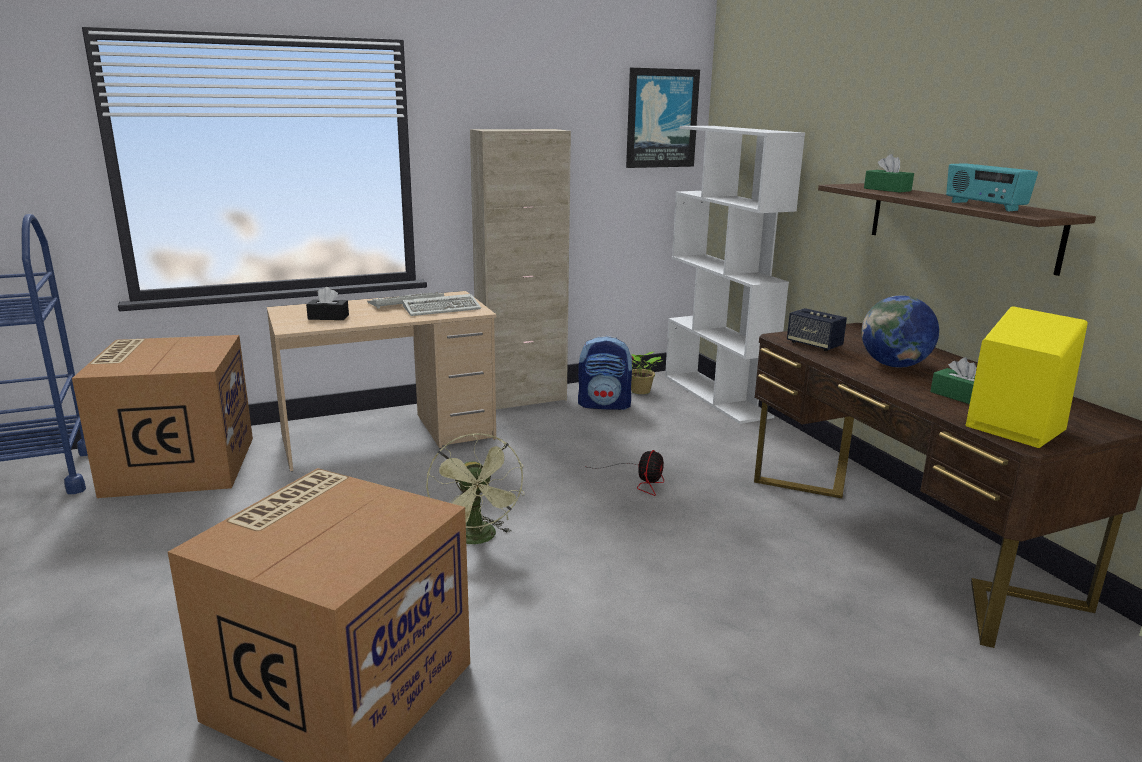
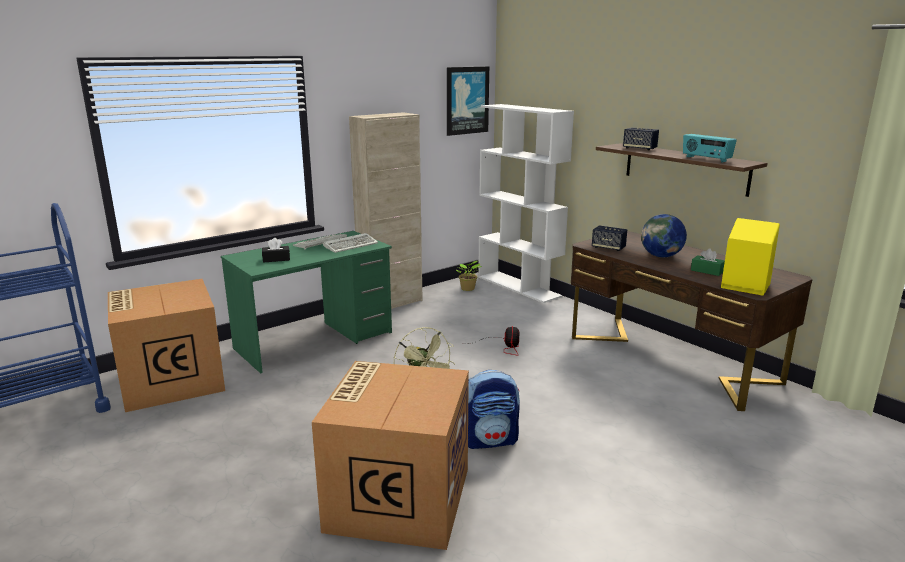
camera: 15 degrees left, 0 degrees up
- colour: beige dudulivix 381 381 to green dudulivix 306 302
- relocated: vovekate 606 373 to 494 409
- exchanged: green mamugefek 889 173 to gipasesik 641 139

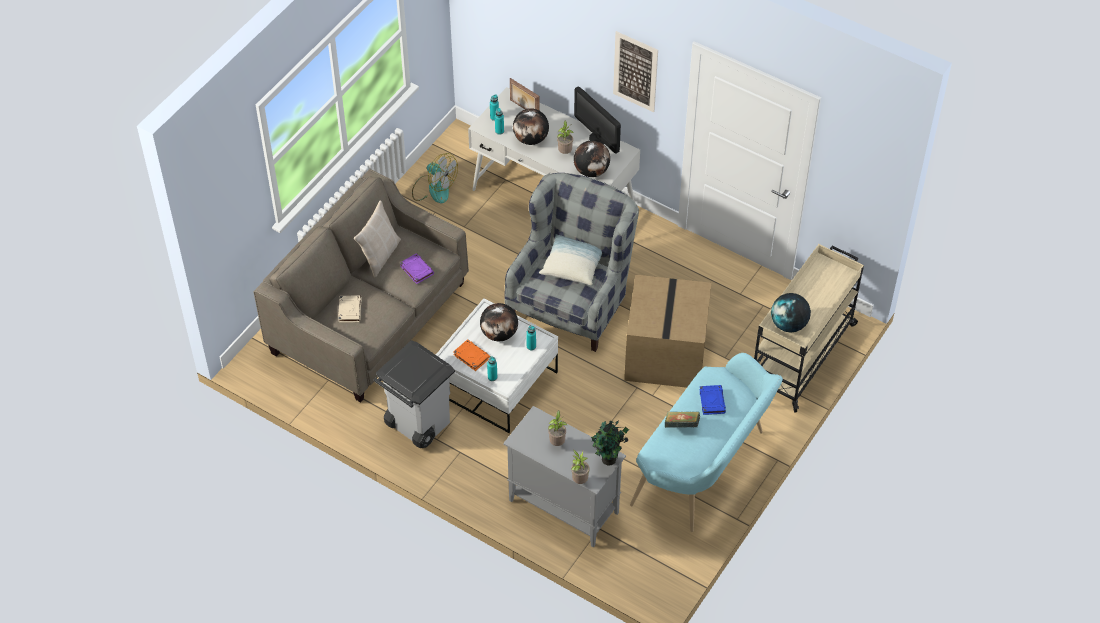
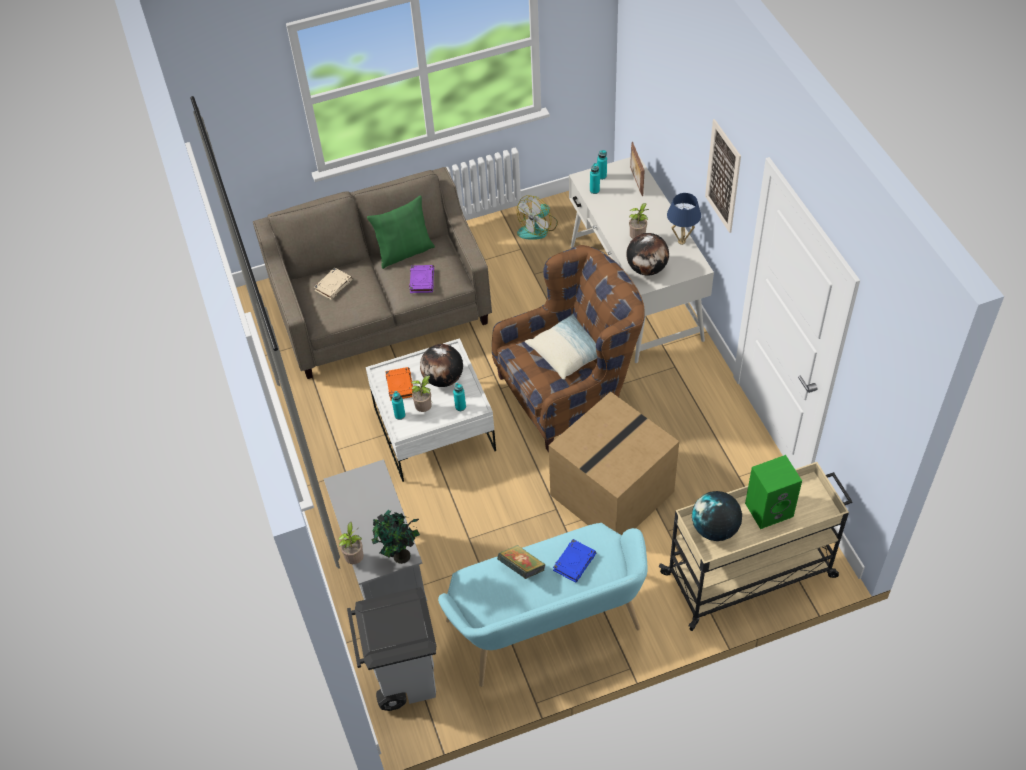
camera: 40 degrees right, 0 degrees up
- colour: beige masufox 377 239 to green masufox 401 232
- relocated: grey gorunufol 414 394 to 391 649
- spun: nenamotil 435 178 = 537 217 60 degrees clockwise
- colour: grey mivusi 572 262 to brown mivusi 568 348
- missing: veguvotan 531 126
- relocated: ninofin 557 428 to 421 393
- exchanged: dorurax 597 120 to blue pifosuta 684 219
- appeared: green gipasesik 773 492

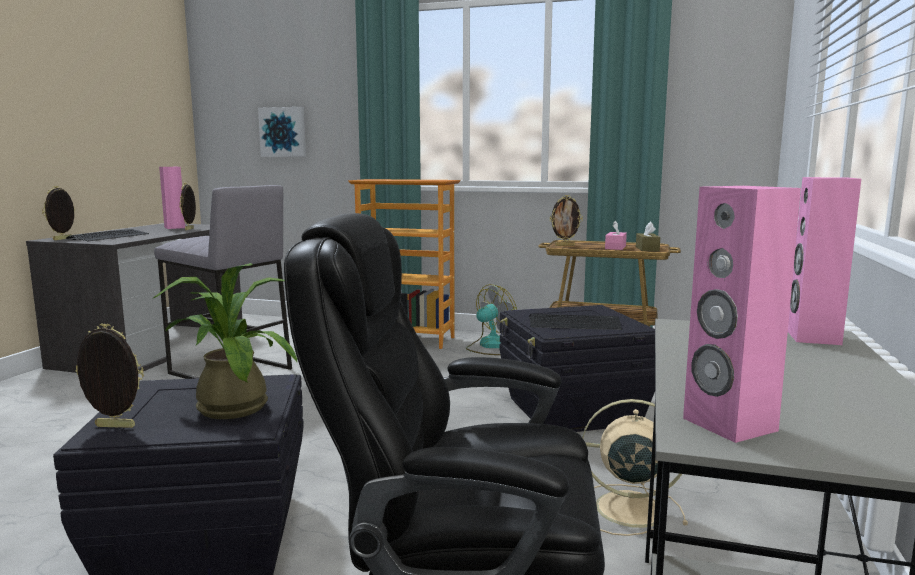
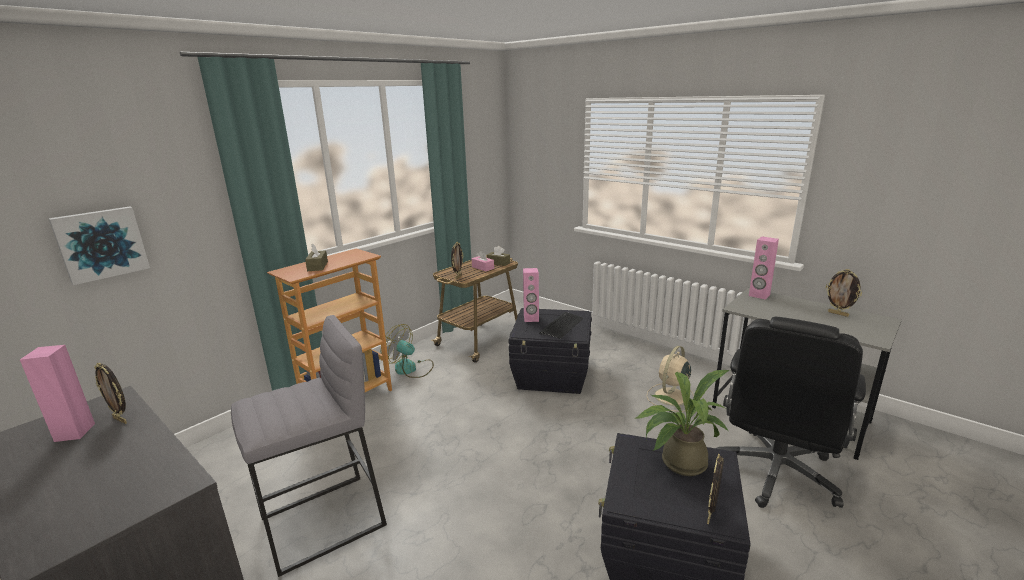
camera: 65 degrees left, 10 degrees up
- relocated: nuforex 58 213 to 844 293
- missing: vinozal 107 235
- spun: nenamotil 491 319 = 407 351 45 degrees counterclockwise
- relocated: pink gipasesik 742 314 to 531 295
- appeared: brown mamugefek 316 257

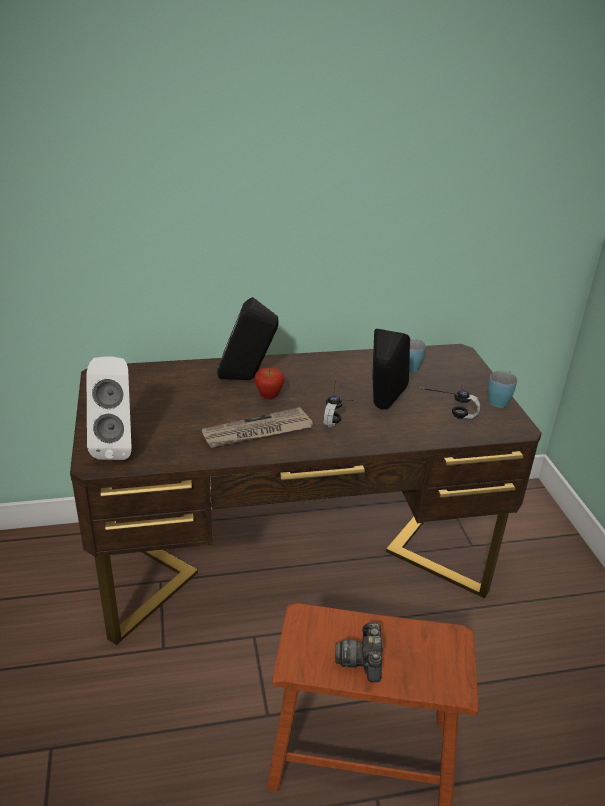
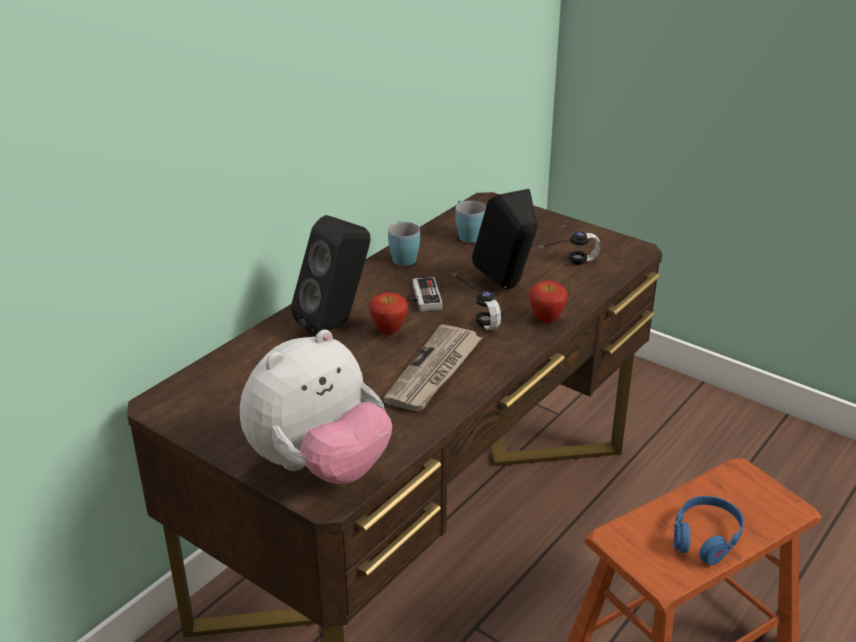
camera: 40 degrees left, 0 degrees up
- exchanged: white gipasesik 109 408 to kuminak 316 407
- exchanged: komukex 359 652 to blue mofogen 708 530
- relocated: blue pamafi 502 389 to 404 243
- appeared: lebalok 424 294
- appeared: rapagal 548 301

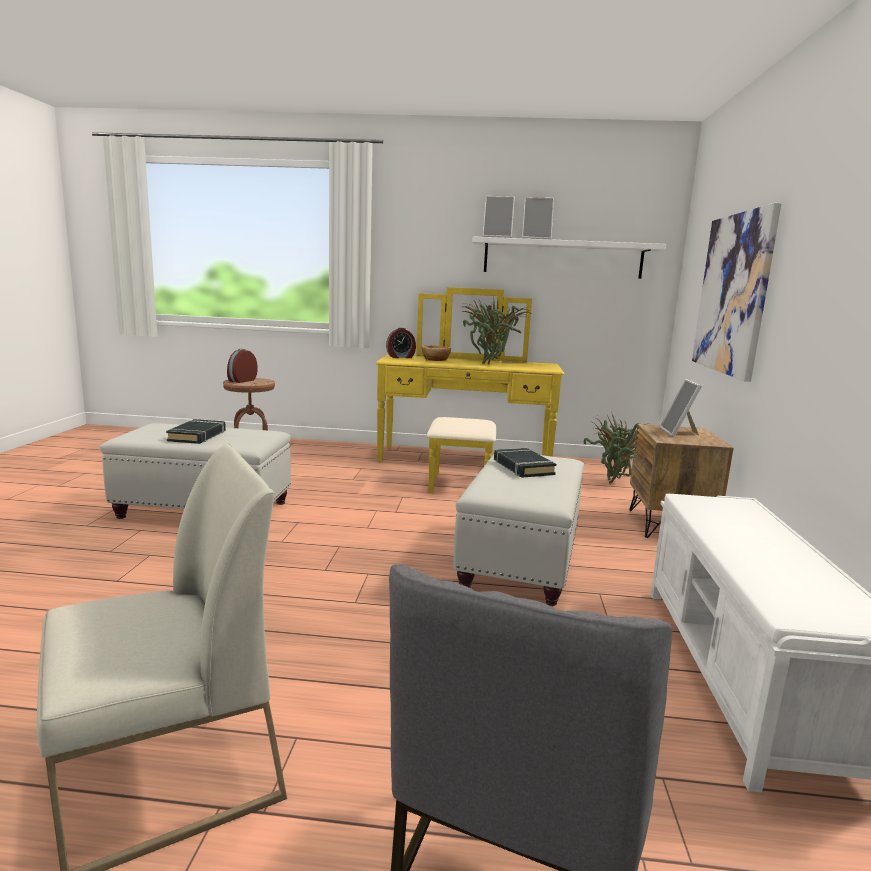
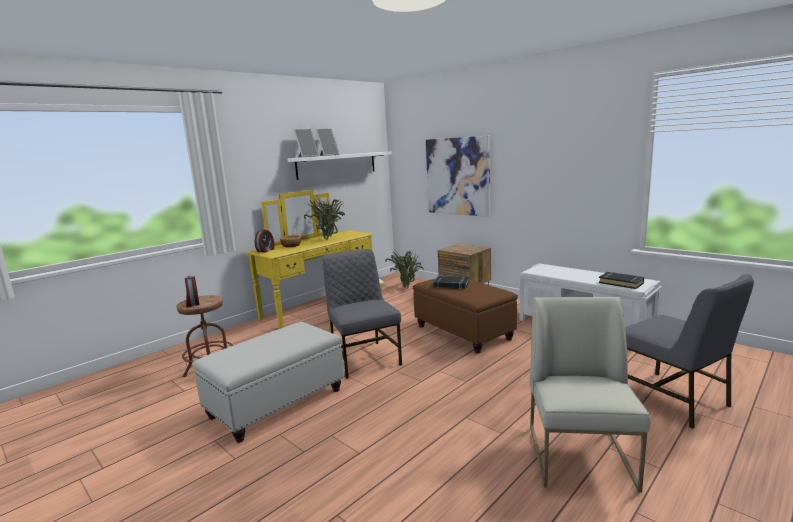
camera: 50 degrees left, 0 degrees up
- relocated: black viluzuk 196 431 to 621 280
- colour: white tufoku 518 530 to brown tufoku 465 314
- missing: nuforex 681 408
- appeared: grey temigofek 362 314

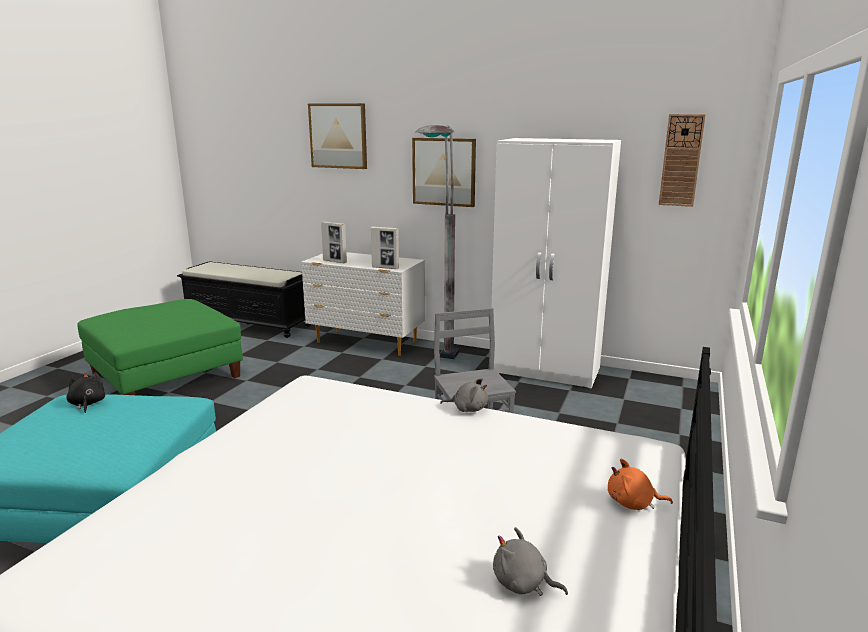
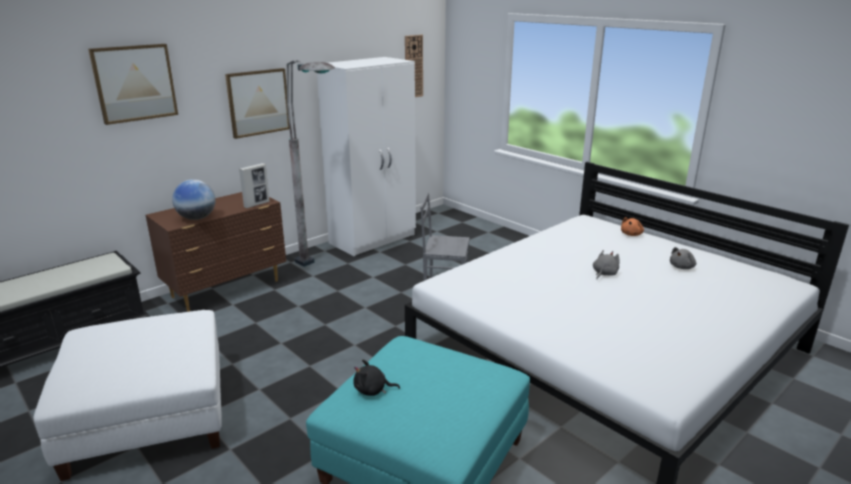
camera: 65 degrees left, 5 degrees up
- colour: green tufoku 160 347 to white tufoku 127 395
- colour: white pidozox 363 304 to brown pidozox 216 252
- exchanged: nuforex 334 242 to veguvotan 194 199
- relocated: grey kuminak 464 395 to 606 264

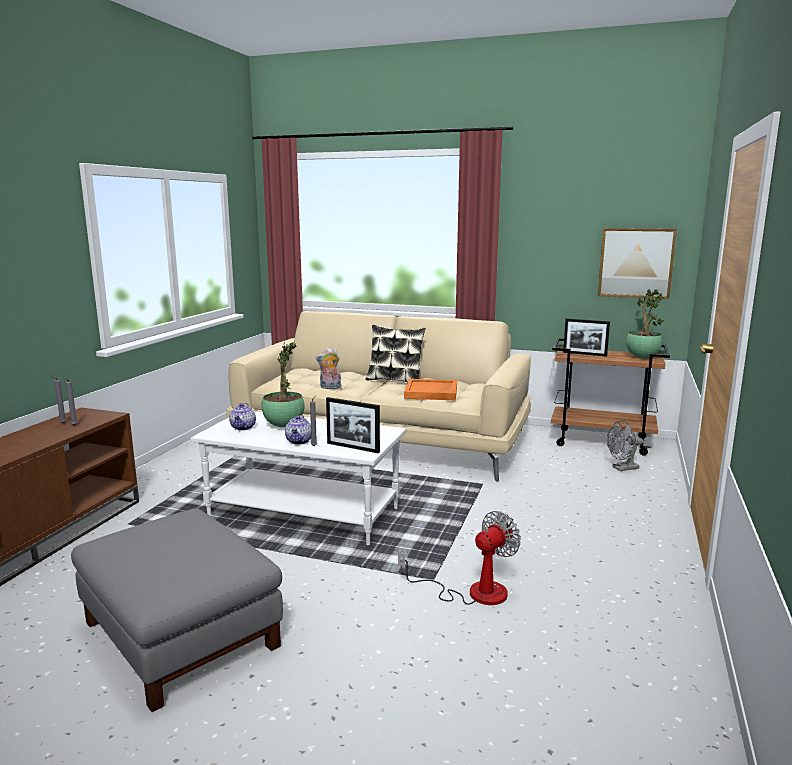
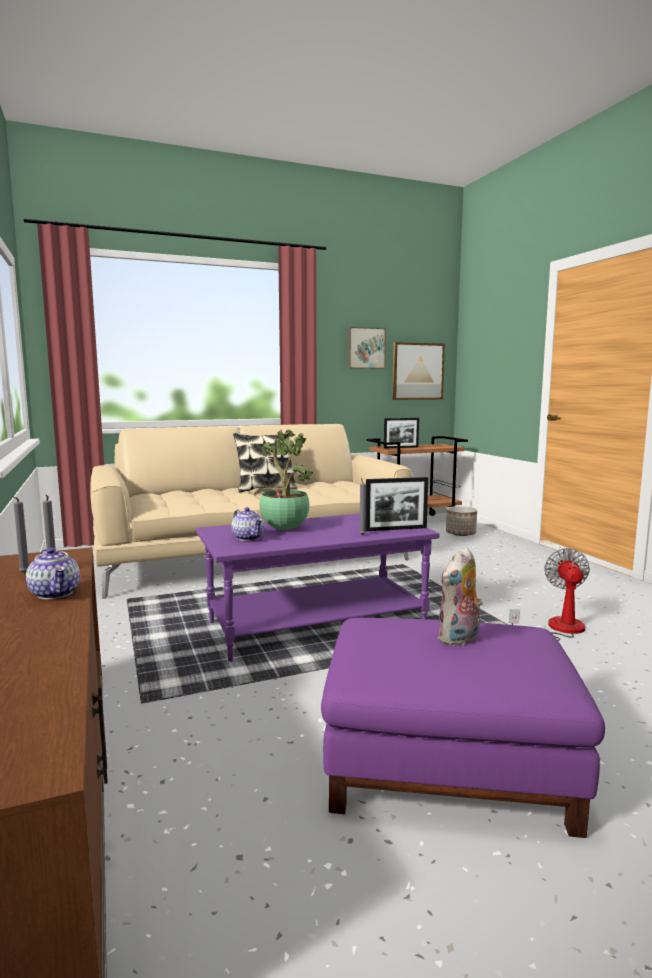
camera: 40 degrees left, 5 degrees down
- colour: grey tufoku 177 610 to purple tufoku 463 728
- colour: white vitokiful 299 478 to purple vitokiful 318 588
- relocated: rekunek 298 429 to 53 573
- relocated: kuminak 329 368 to 459 597
- missing: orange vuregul 430 389
- exchanged: grey nenamotil 625 445 to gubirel 461 521
- missing: ninofin 645 323
- appeared: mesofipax 366 348

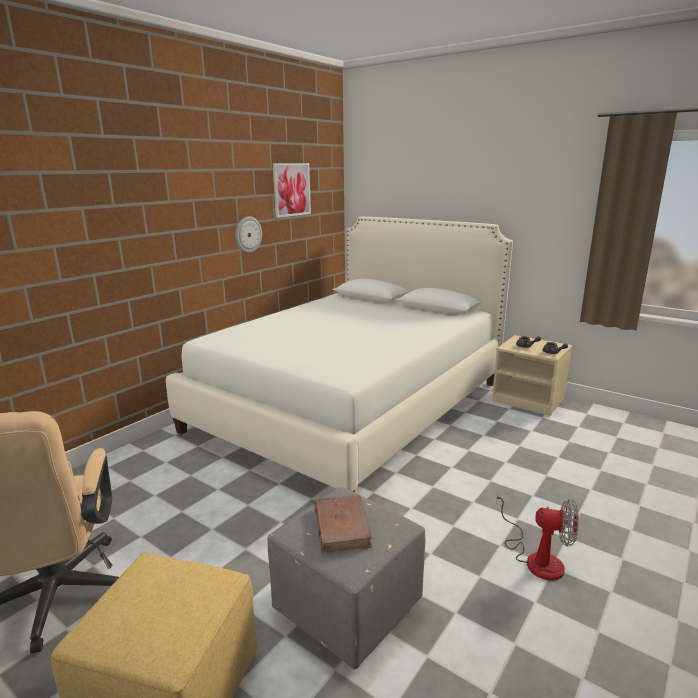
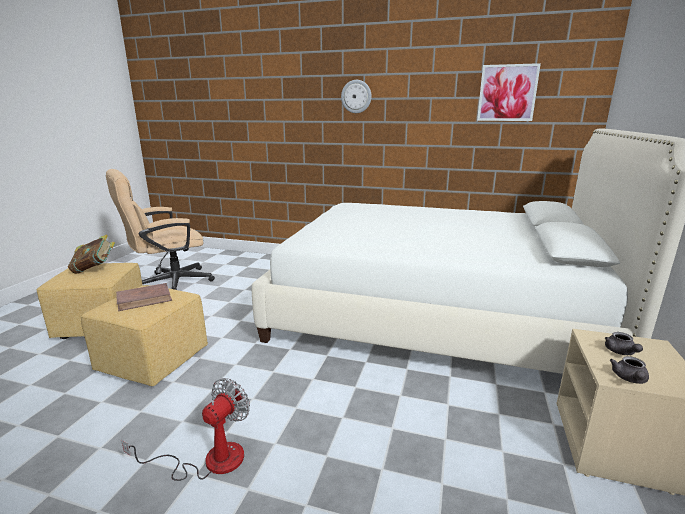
camera: 70 degrees right, 0 degrees up
- relocated: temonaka 248 235 to 356 96
- colour: grey tufoku 346 578 to yellow tufoku 144 335
- spun: nenamotil 537 535 = 185 429 150 degrees counterclockwise
- appeared: viluzuk 91 254

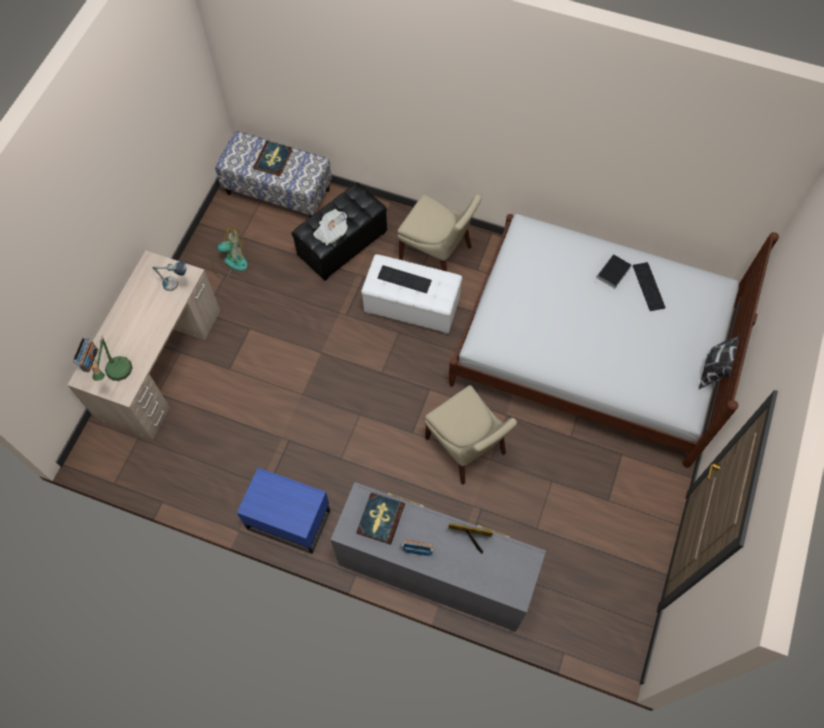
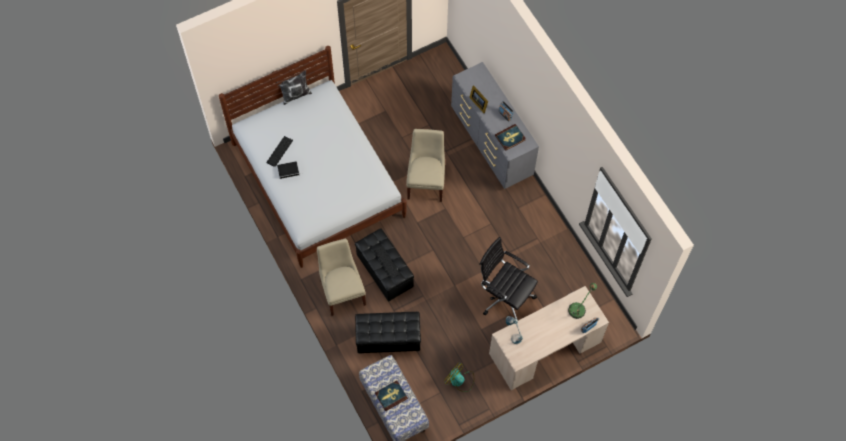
camera: 140 degrees left, 0 degrees up
- missing: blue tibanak 283 511
- missing: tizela 331 227
- colour: white tufoku 411 294 to black tufoku 384 265
- appeared: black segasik 508 278

